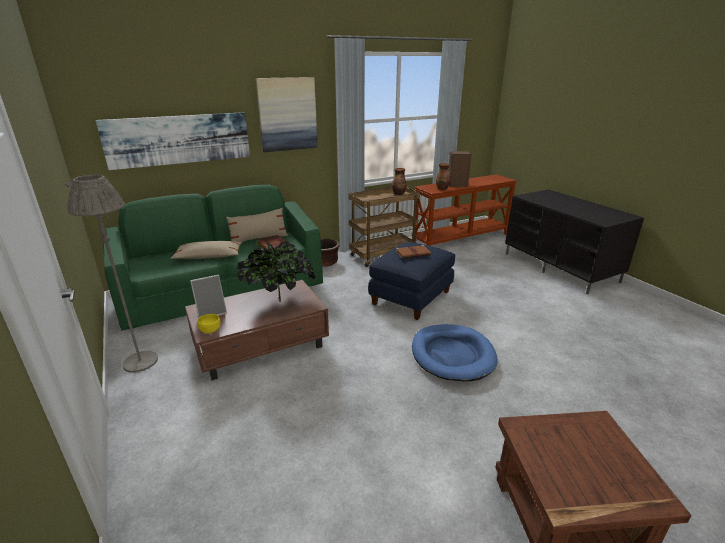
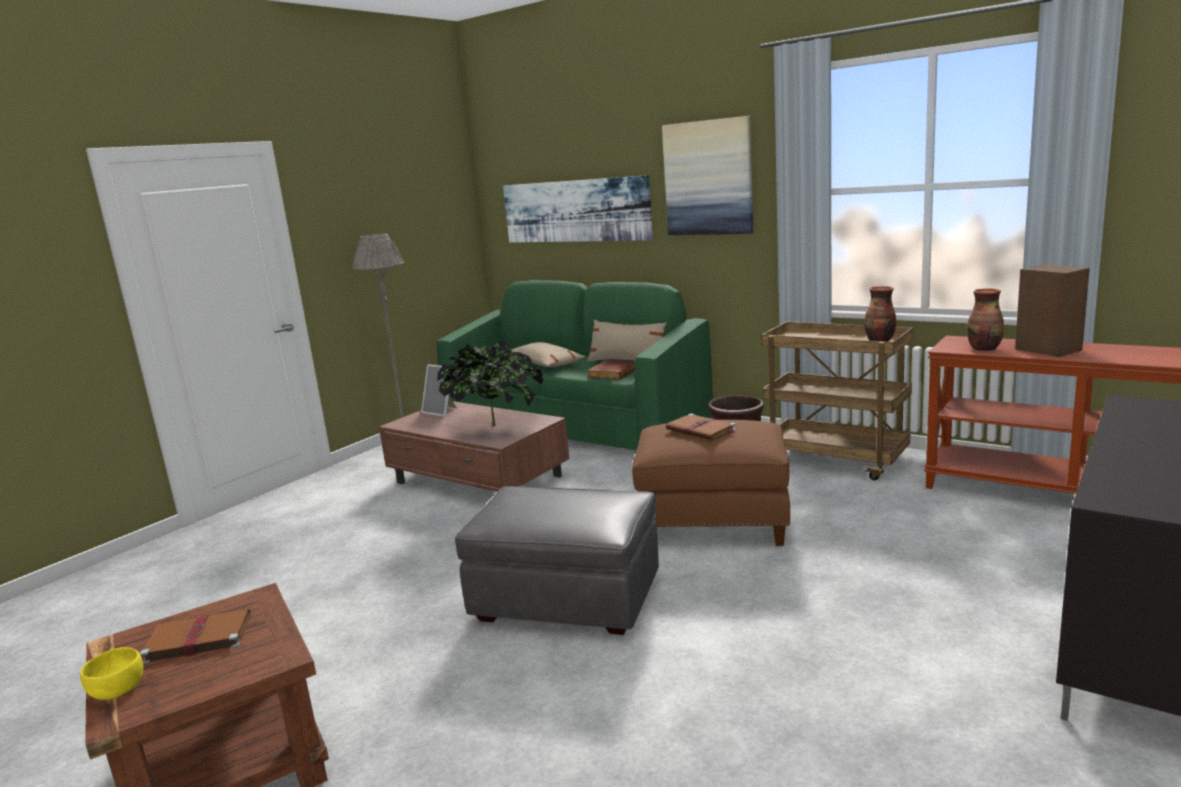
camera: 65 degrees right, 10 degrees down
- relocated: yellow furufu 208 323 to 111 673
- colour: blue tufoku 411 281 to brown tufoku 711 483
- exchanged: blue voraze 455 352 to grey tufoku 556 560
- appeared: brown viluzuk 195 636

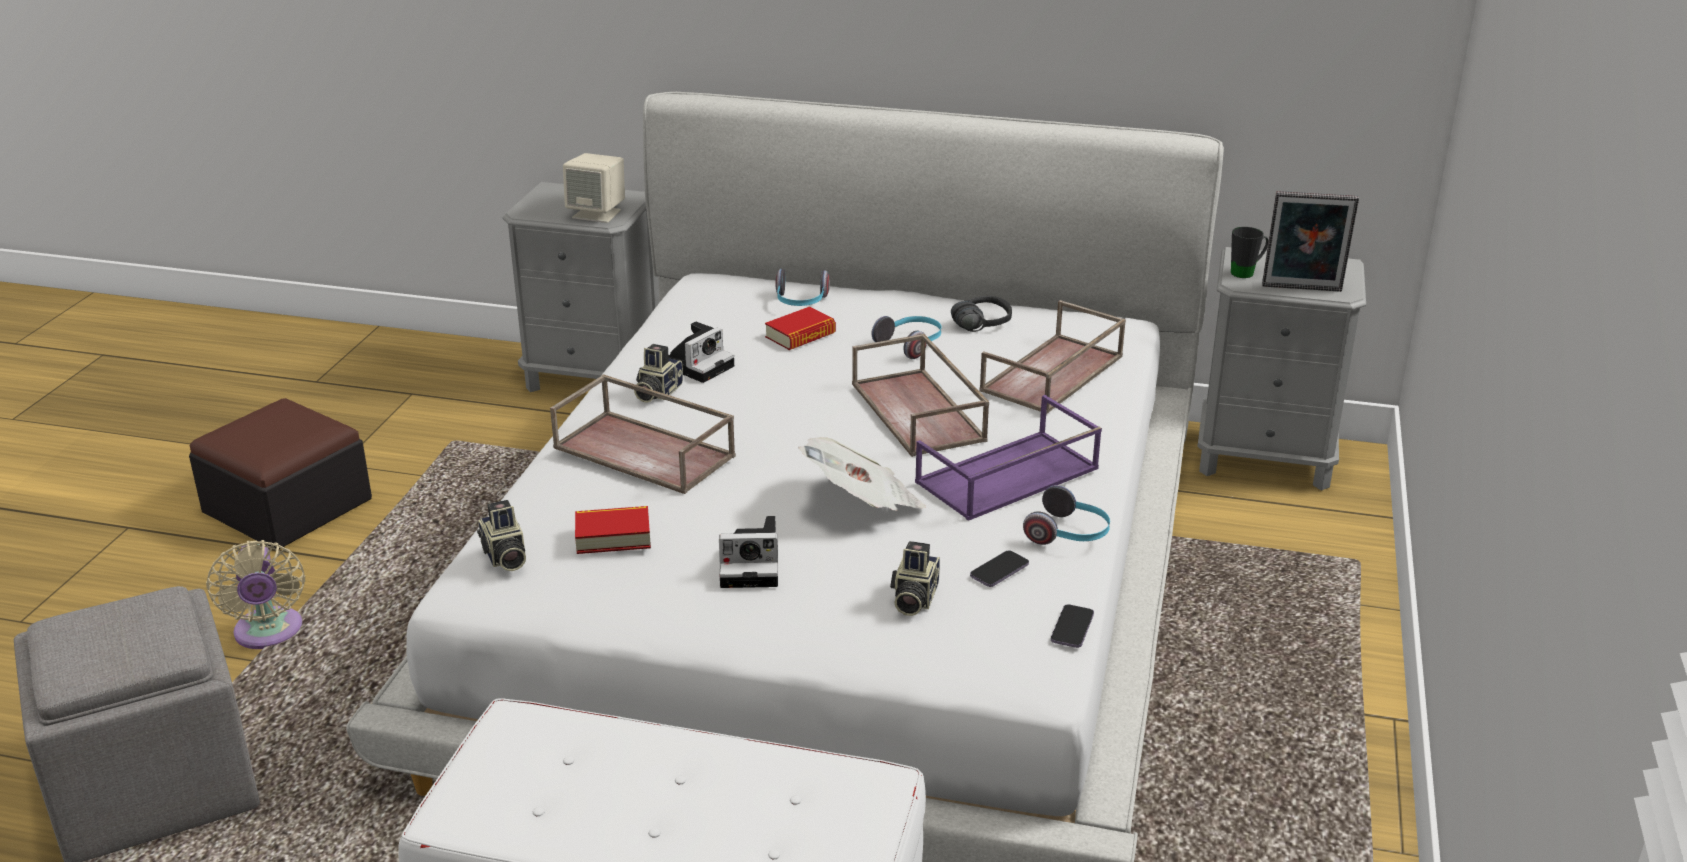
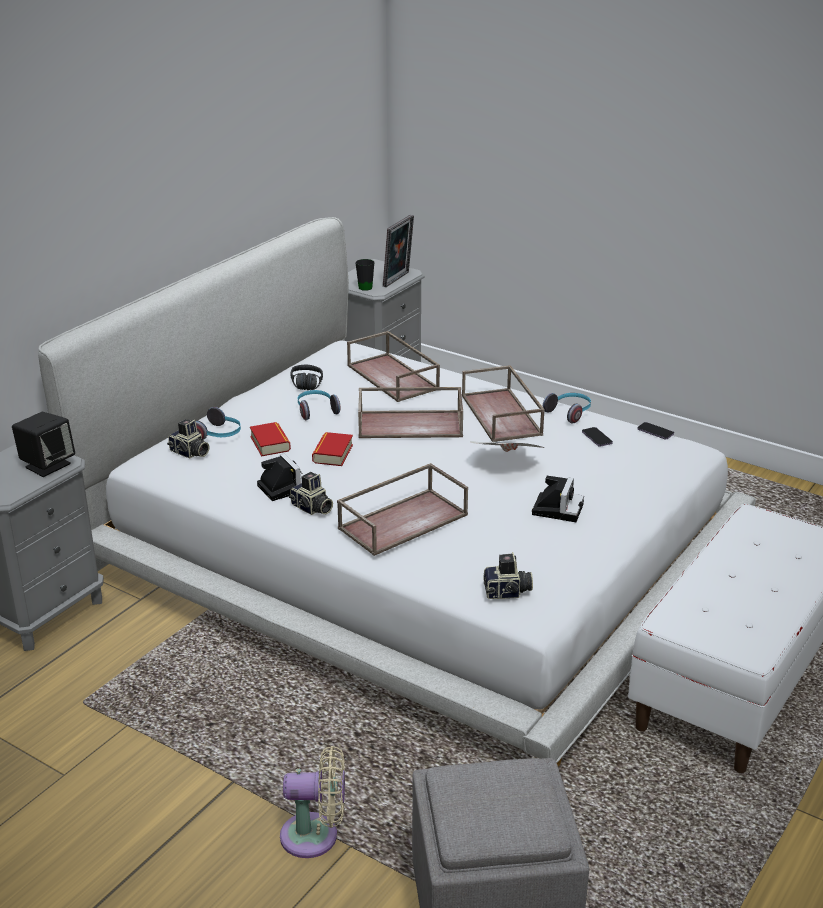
camera: 70 degrees left, 0 degrees up
- missing: tufoku 280 473
- colour: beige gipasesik 594 188 to black gipasesik 43 444
- relocated: viluzuk 613 530 to 332 449
- relocated: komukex 915 578 to 188 439
- colour: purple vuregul 1008 458 to brown vuregul 503 403

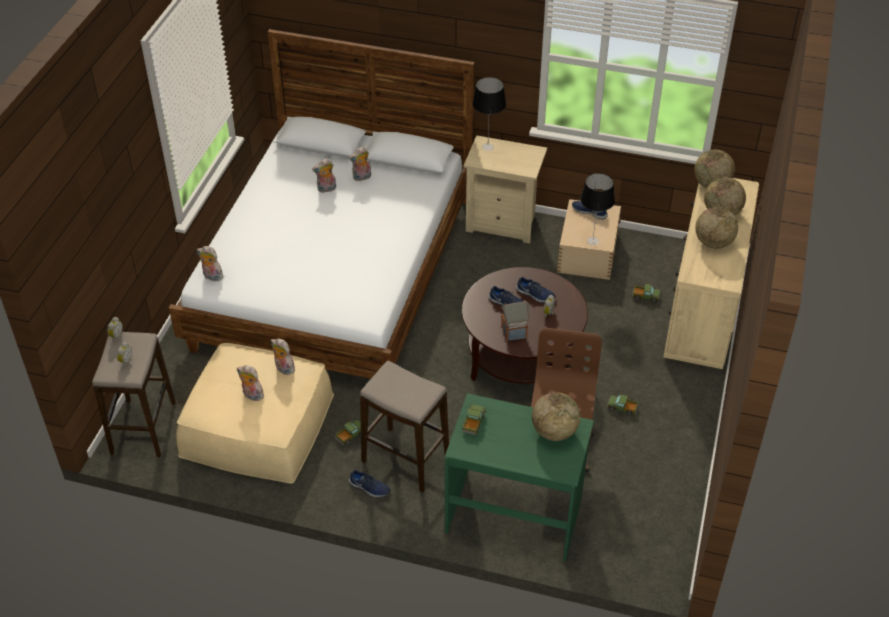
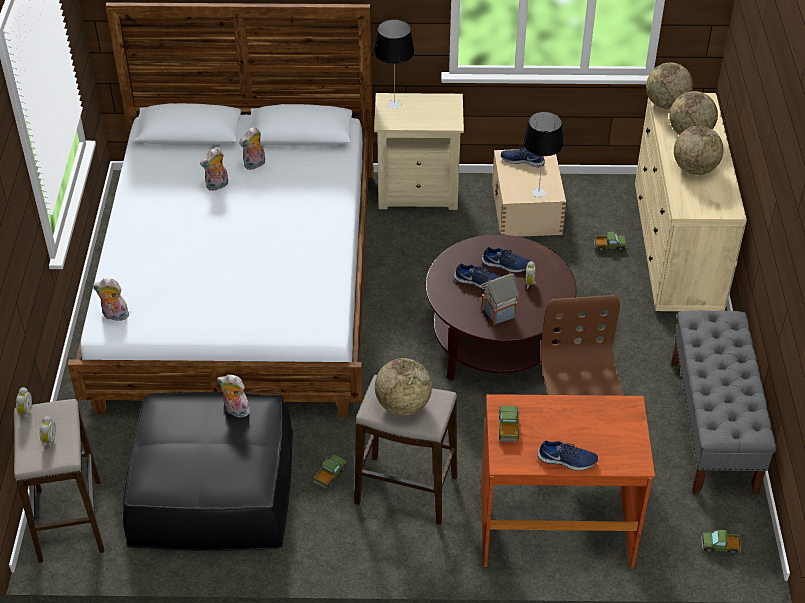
camera: 15 degrees left, 0 degrees up
- colour: beige tufoku 255 413 to black tufoku 208 471
- missing: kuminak 250 383
- relocated: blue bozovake 369 483 to 567 455
- colour: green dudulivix 519 477 to brown dudulivix 568 481
- relocated: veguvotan 556 416 to 403 387
- relocated: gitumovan 622 405 to 721 542
- appeared: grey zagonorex 723 402

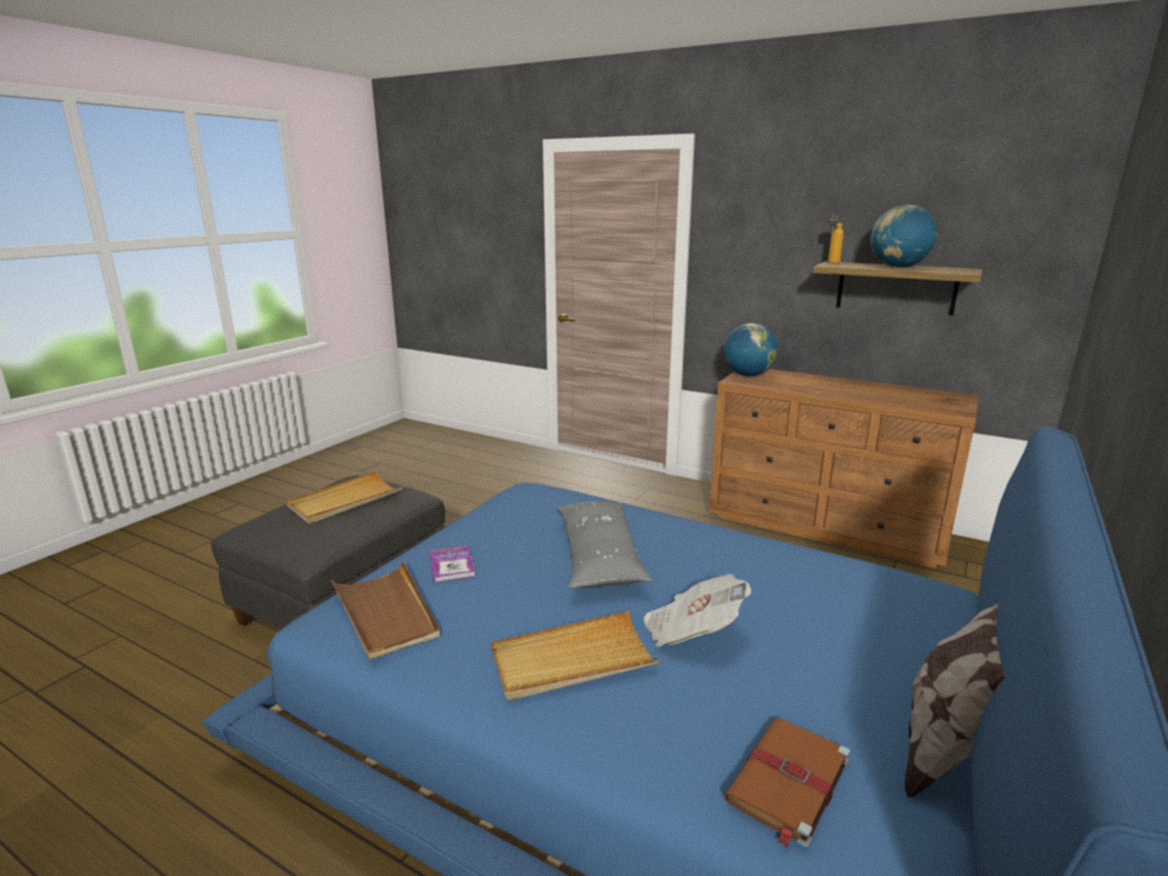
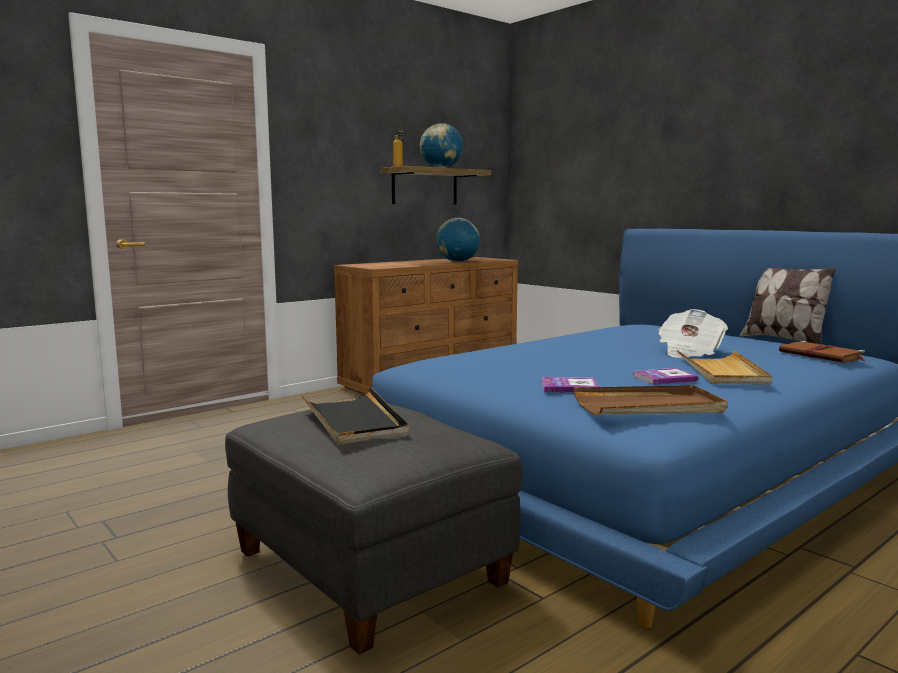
camera: 70 degrees left, 10 degrees down
- colour: beige vuregul 344 497 to black vuregul 355 415
- missing: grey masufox 604 544
- relocated: veguvotan 751 349 to 458 240
- appeared: viluzuk 665 376

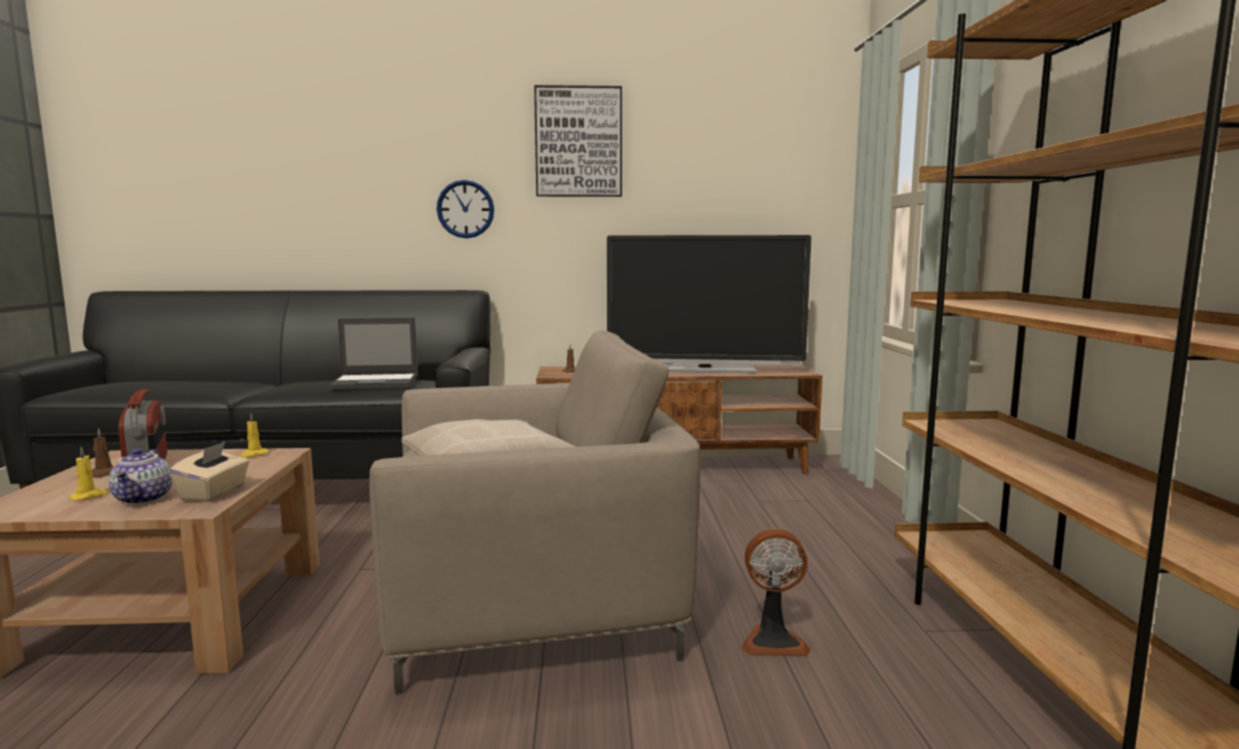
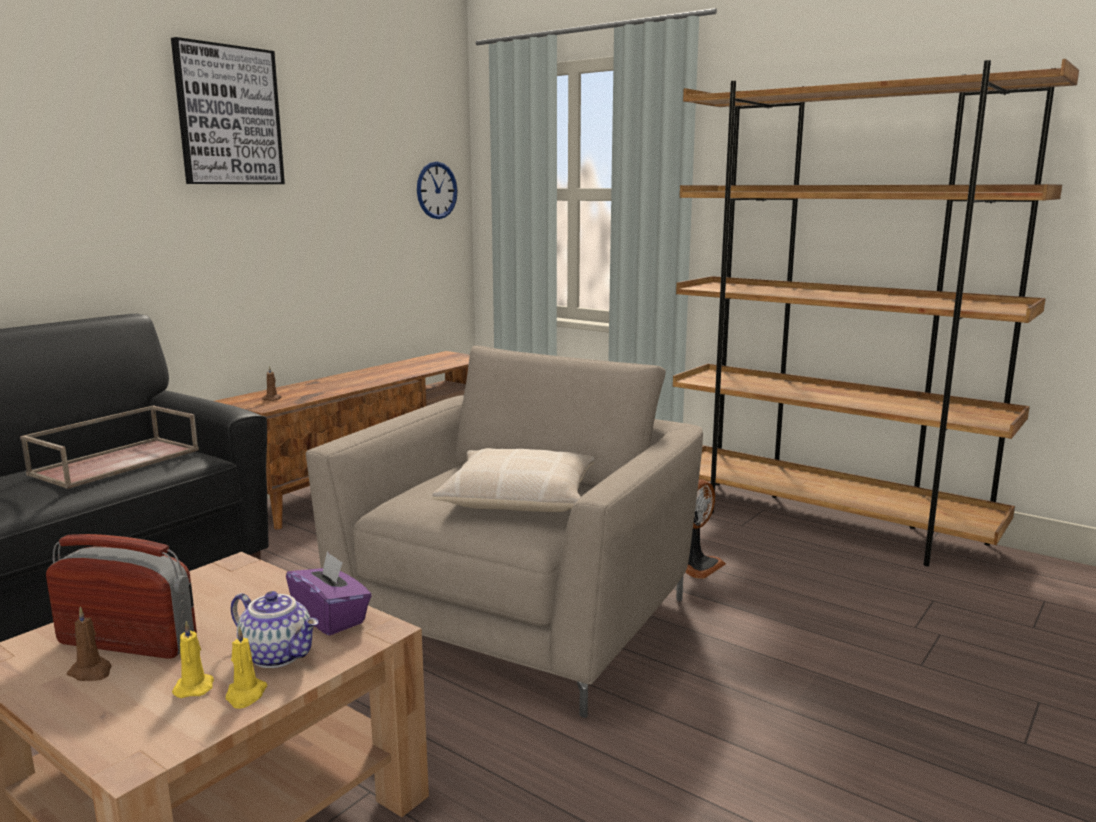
camera: 50 degrees left, 5 degrees up
- colour: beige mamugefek 209 471 to purple mamugefek 329 593
- relocated: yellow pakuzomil 253 435 to 246 667
- exchanged: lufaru 372 353 to brown vuregul 109 447
- relocated: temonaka 465 209 to 437 190
- missing: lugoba 709 304

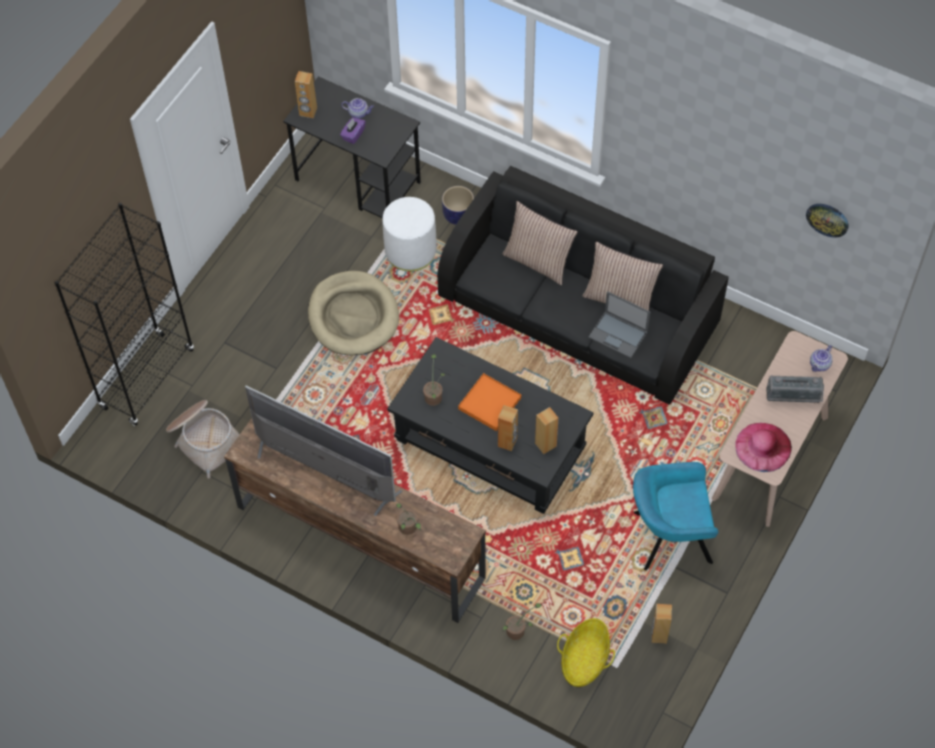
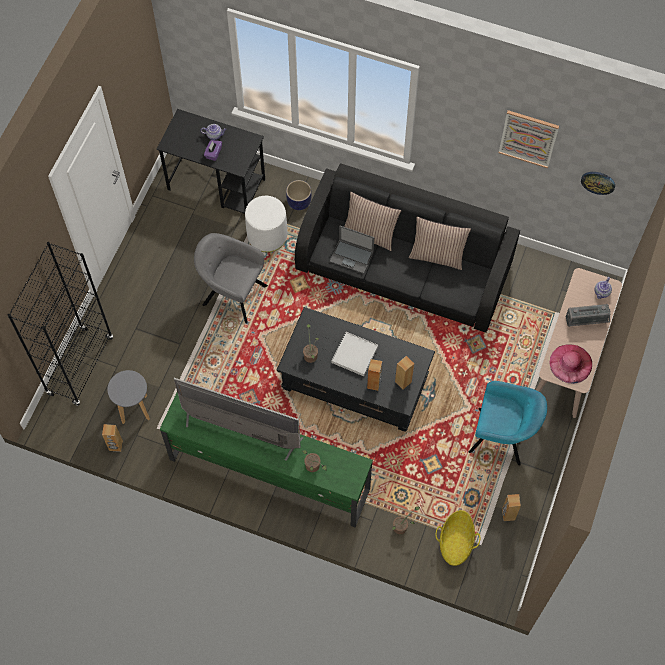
camera: 10 degrees left, 5 degrees up
- exchanged: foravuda 203 439 to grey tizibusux 128 397
- colour: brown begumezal 355 520 to green begumezal 266 460
- relocated: brown gipasesik 306 94 to 112 438
- exchanged: beige voraze 353 313 to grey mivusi 231 278
- colour: orange vuregul 489 402 to white vuregul 355 354
- relocated: lufaru 619 324 to 352 250
- spun: turquoise mivusi 675 516 = 508 423 150 degrees counterclockwise
- appeared: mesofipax 529 139

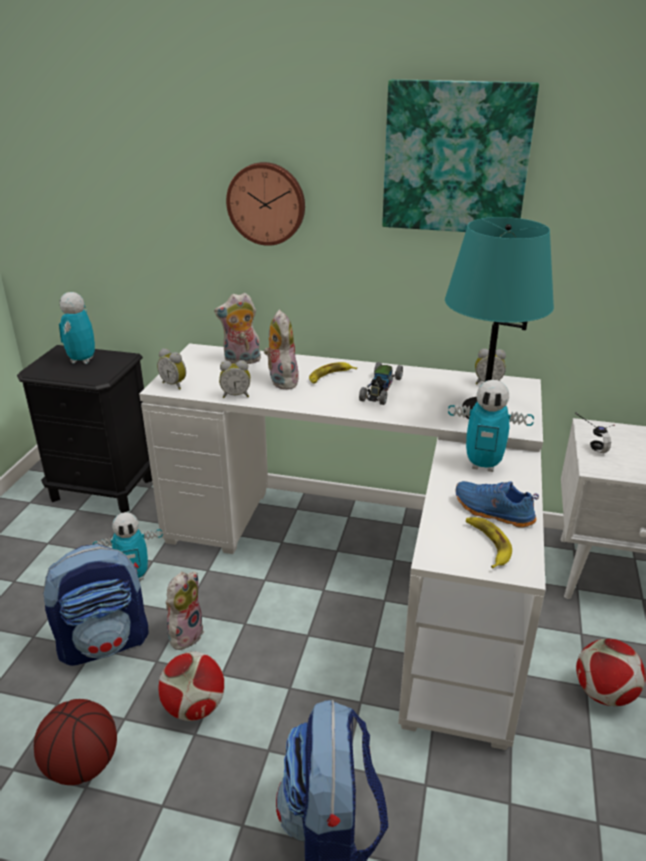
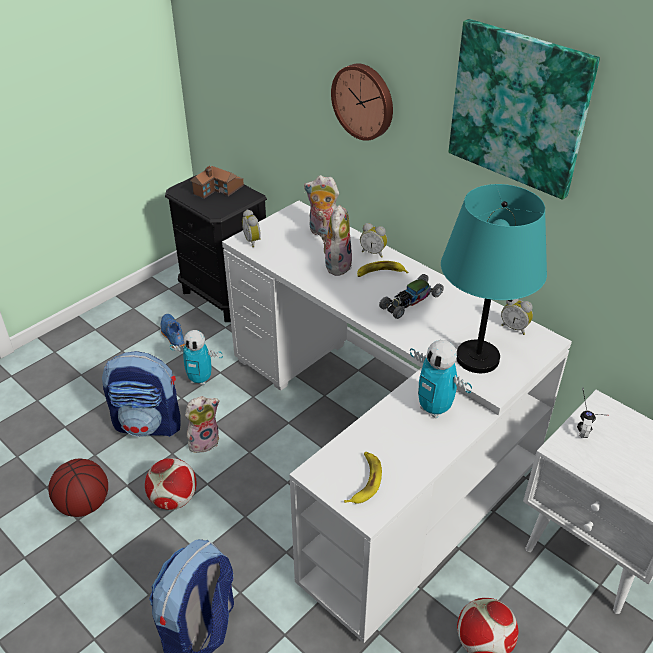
camera: 30 degrees right, 10 degrees up
- exchanged: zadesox 77 328 to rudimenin 217 182
- relocated: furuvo 234 379 to 373 240
- relocated: blue bozovake 497 504 to 172 331

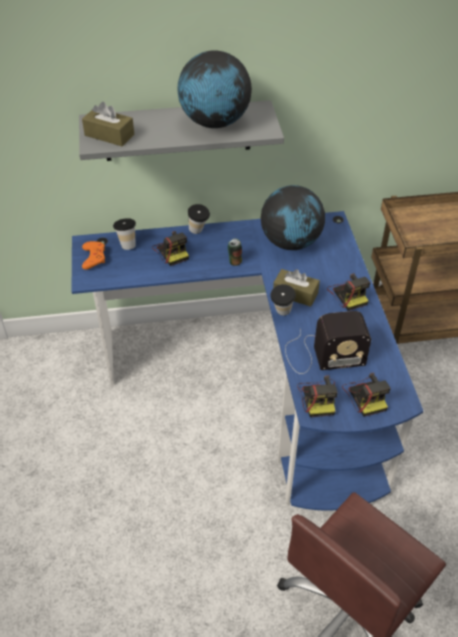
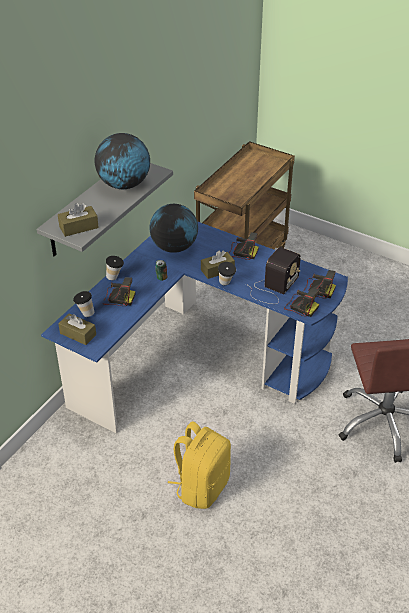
camera: 50 degrees left, 5 degrees down
- exchanged: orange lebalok 93 255 to brown mamugefek 77 329
- appeared: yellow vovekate 199 465

